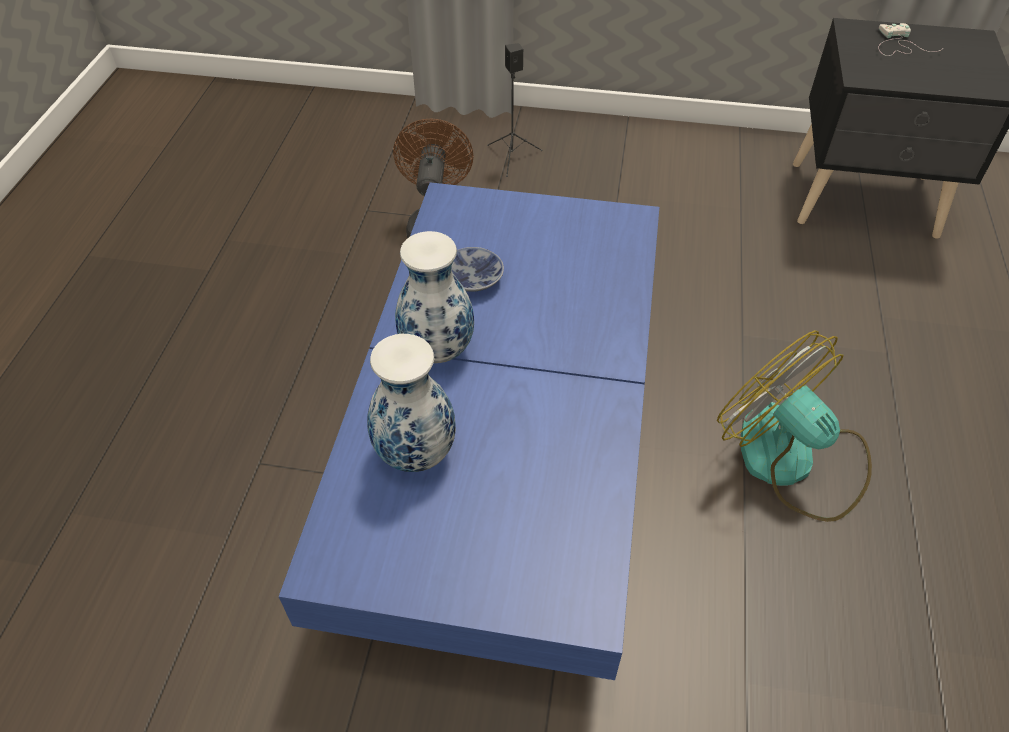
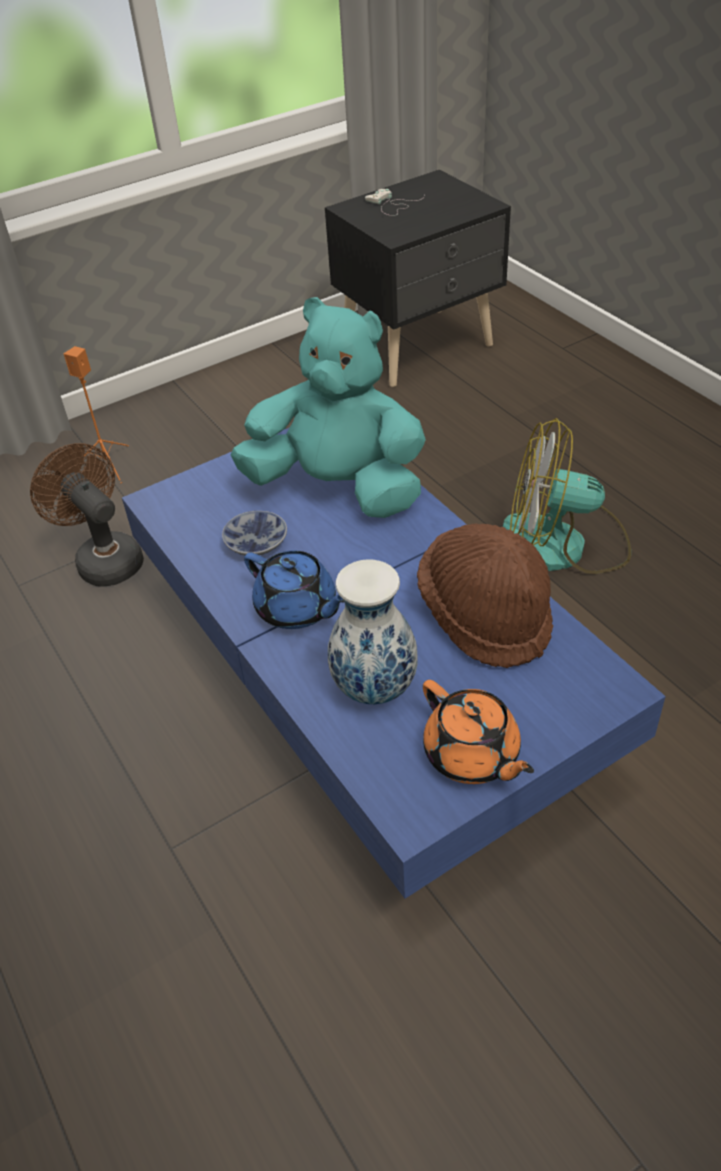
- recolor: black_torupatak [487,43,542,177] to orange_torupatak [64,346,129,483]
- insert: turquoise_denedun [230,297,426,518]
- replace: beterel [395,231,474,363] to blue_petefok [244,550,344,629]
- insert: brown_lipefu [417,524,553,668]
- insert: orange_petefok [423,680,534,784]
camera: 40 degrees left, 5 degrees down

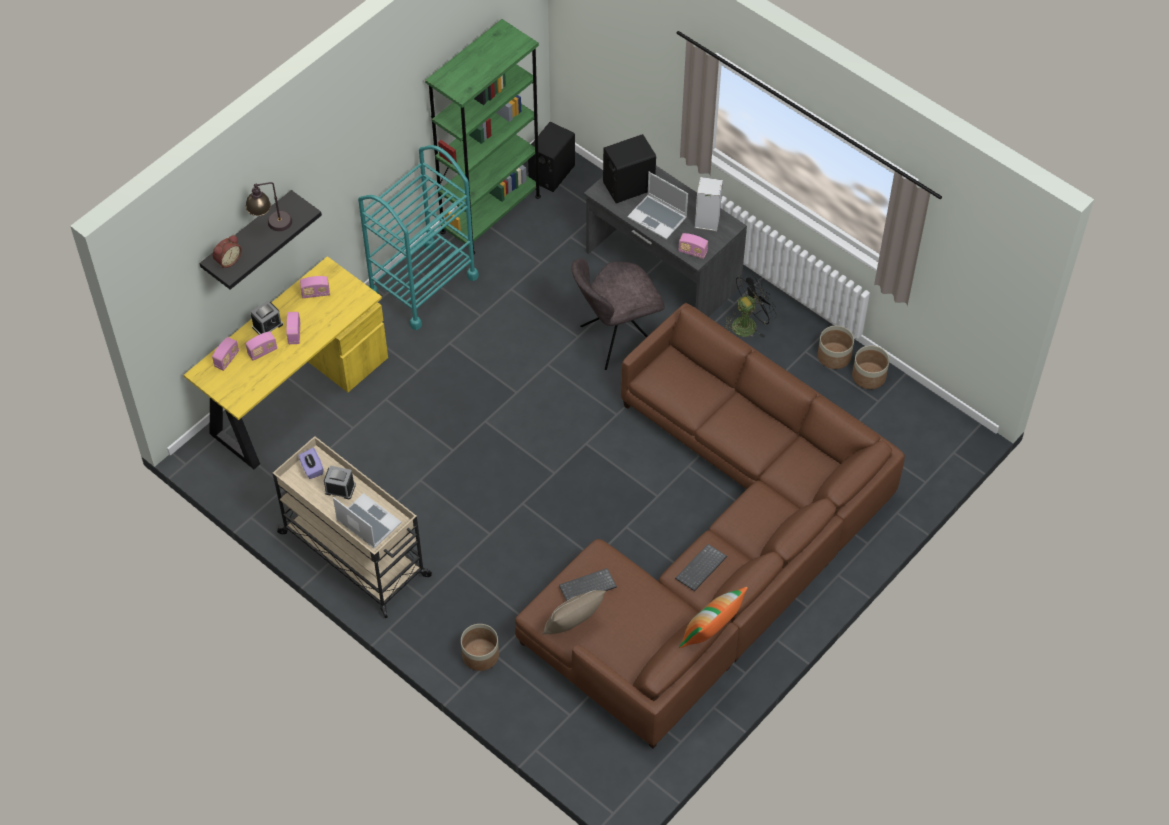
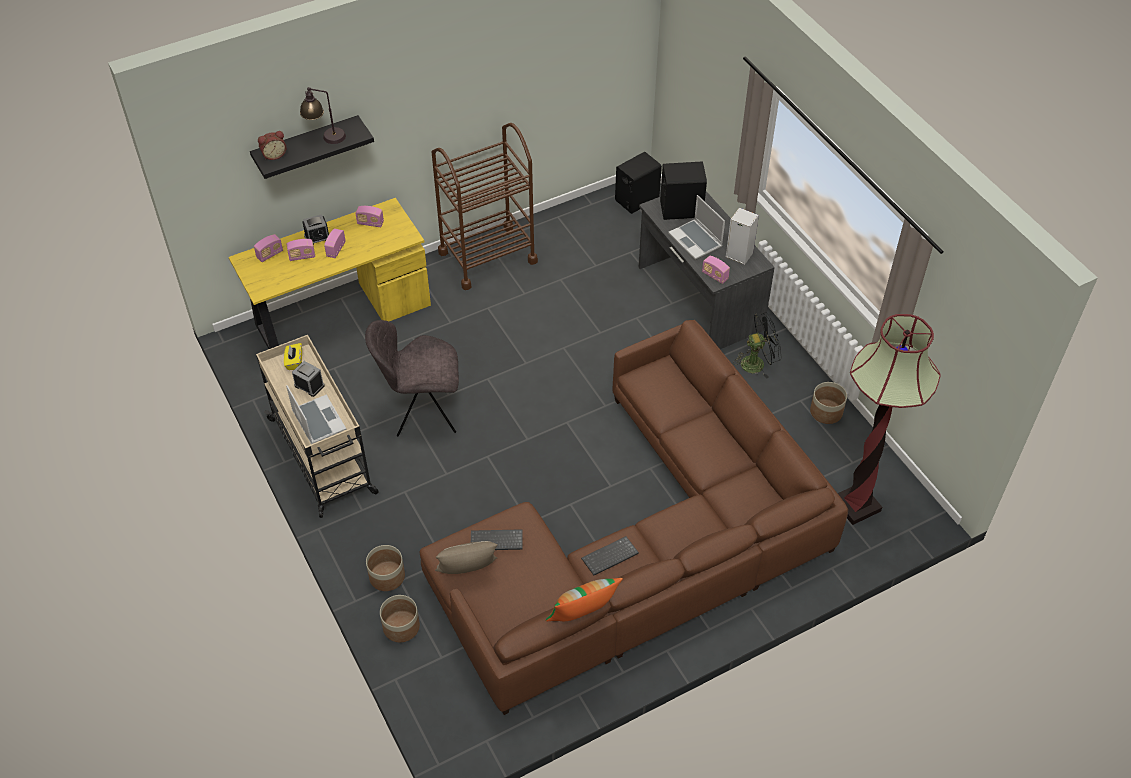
- recolor: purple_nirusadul [298,447,324,479] to yellow_nirusadul [284,343,302,370]
- move: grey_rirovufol [572,259,665,370] to [365,320,459,436]
- move: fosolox [852,345,889,389] to [380,595,420,642]
- recolor: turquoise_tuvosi [358,145,479,330] to brown_tuvosi [432,123,538,290]
- insert: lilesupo [838,314,941,525]
- delete: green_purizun [425,19,541,254]
camera: 20 degrees right, 5 degrees down

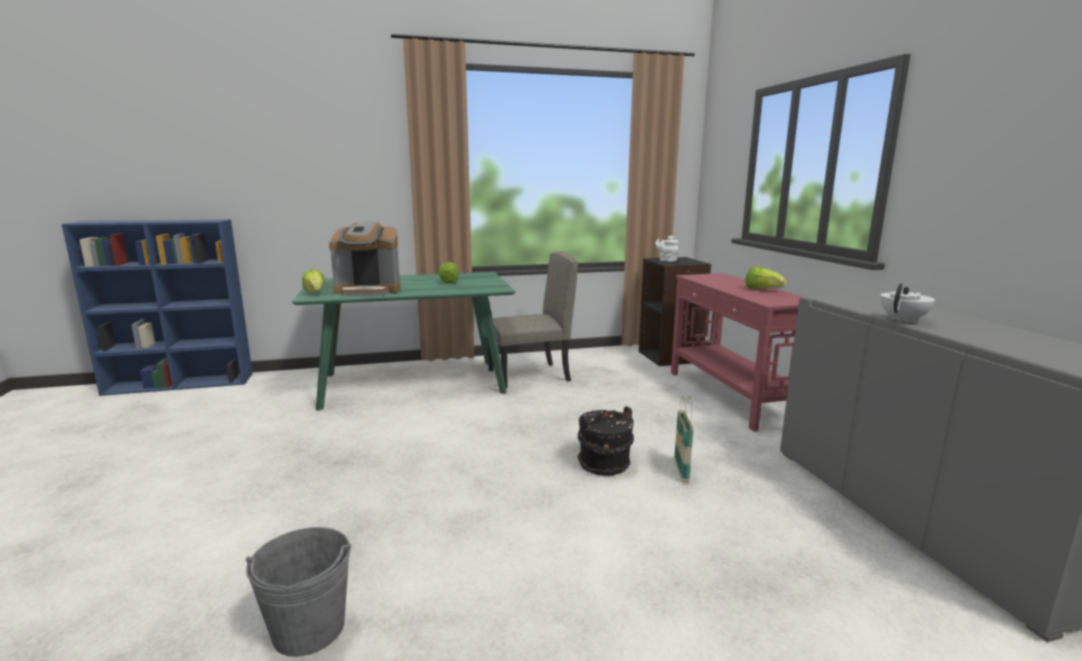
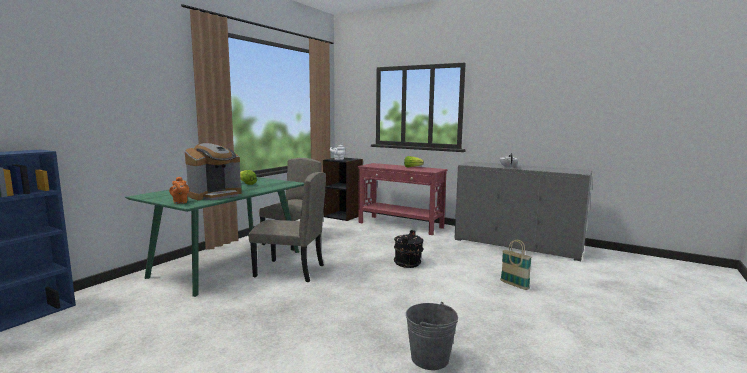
- replace: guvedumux [302,269,325,292] to orange_petefok [169,177,189,204]
- insert: beige_rirovufol [249,172,326,282]
- move: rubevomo [674,396,694,482] to [500,240,532,290]
camera: 45 degrees left, 5 degrees down

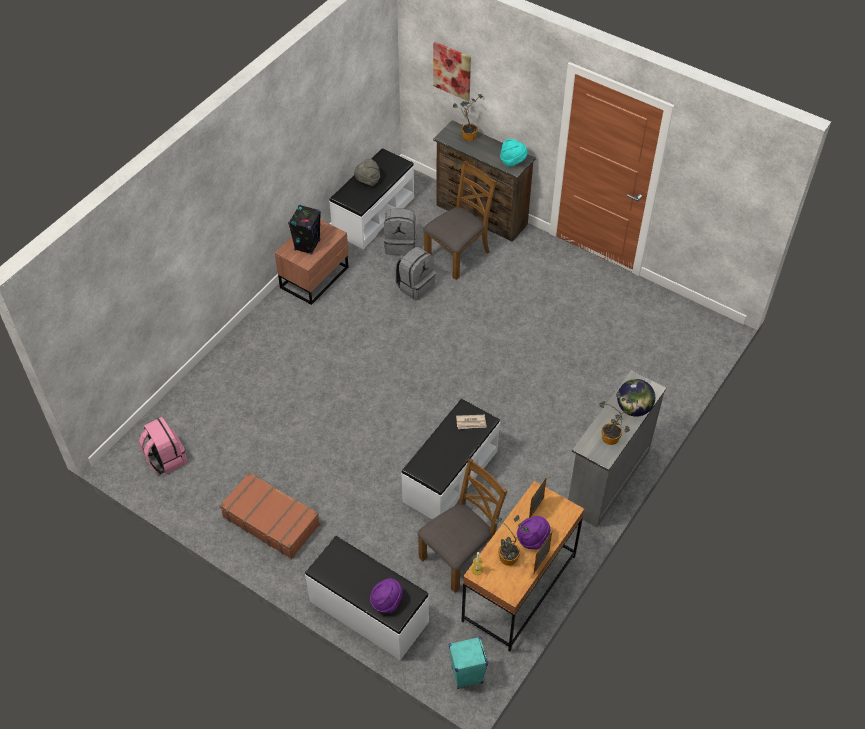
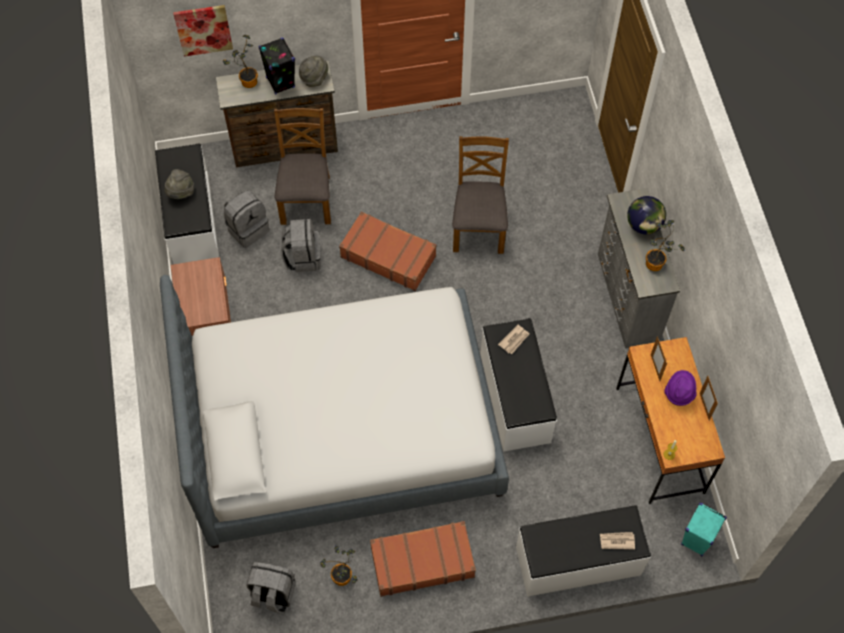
- insert: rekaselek [160,275,509,548]
- recolor: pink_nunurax [139,417,187,474] to grey_nunurax [246,562,296,614]
- move: black_torupatak [288,205,321,255] to [259,38,295,95]
- recolor: turquoise_lipefu [500,139,528,167] to grey_lipefu [299,56,328,87]
- move: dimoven [494,515,530,566] to [320,546,357,586]
- insert: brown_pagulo [339,211,437,291]
- move: brown_rirovufol [417,458,507,593] to [452,136,509,254]
- replace: purple_lipefu [370,578,403,613] to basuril [600,532,635,550]
camera: 45 degrees left, 10 degrees up

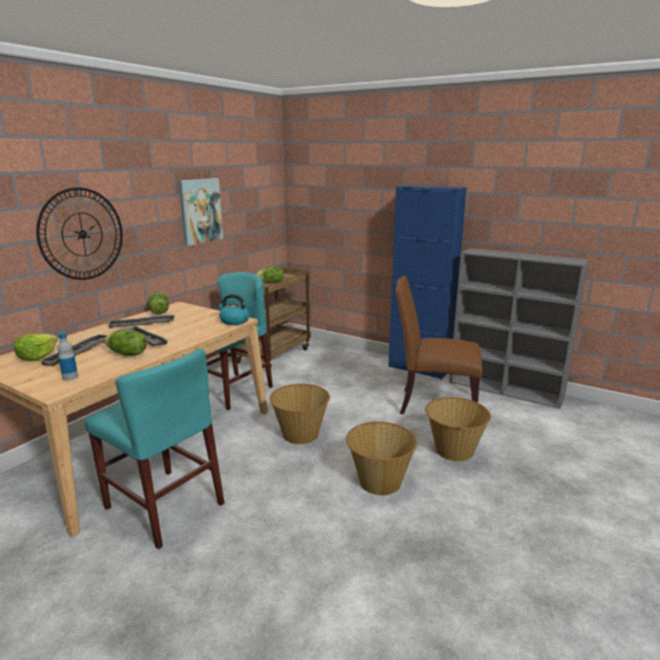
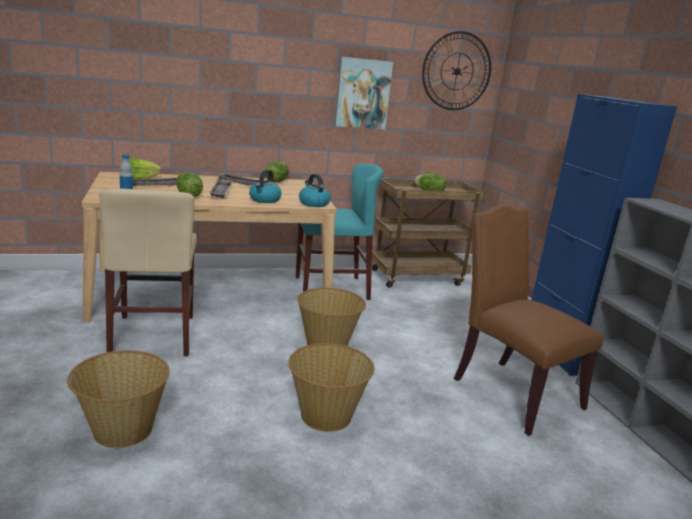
- move: rubevomo [425,397,491,462] to [67,350,170,448]
- recolor: turquoise_rirovufol [85,348,224,549] to beige_rirovufol [99,188,197,356]
- insert: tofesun [249,170,281,203]
- move: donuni [36,187,123,280] to [422,31,491,110]
camera: 40 degrees right, 0 degrees up

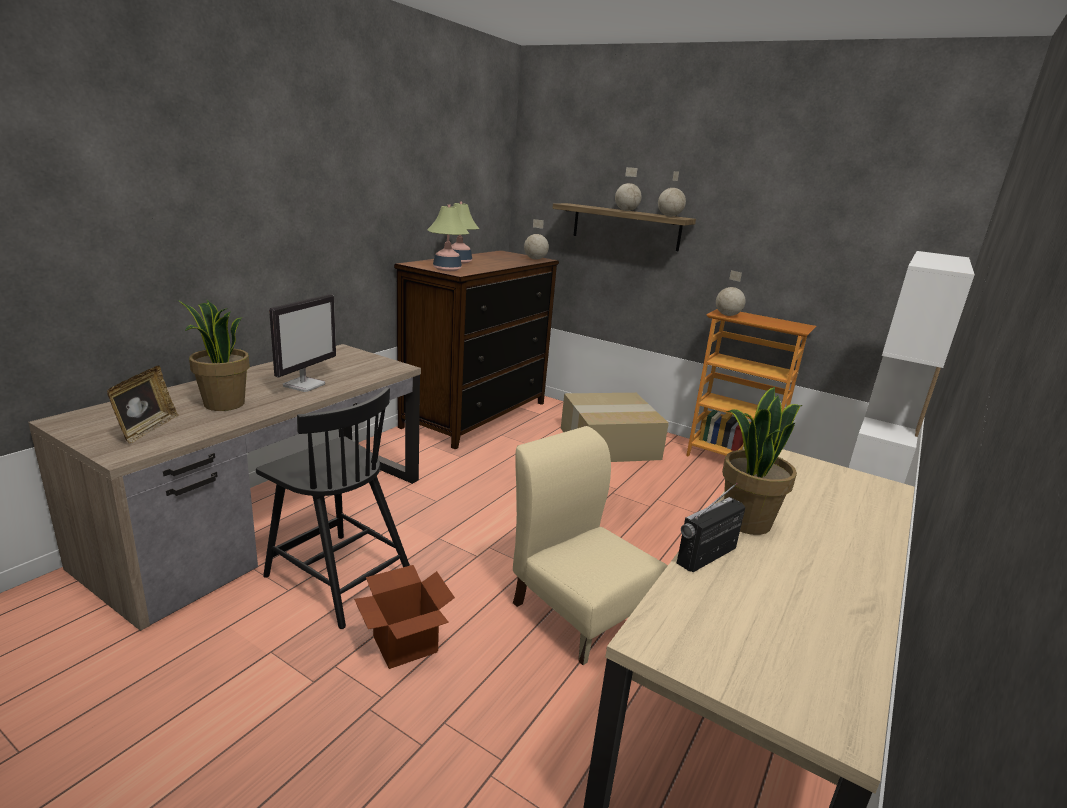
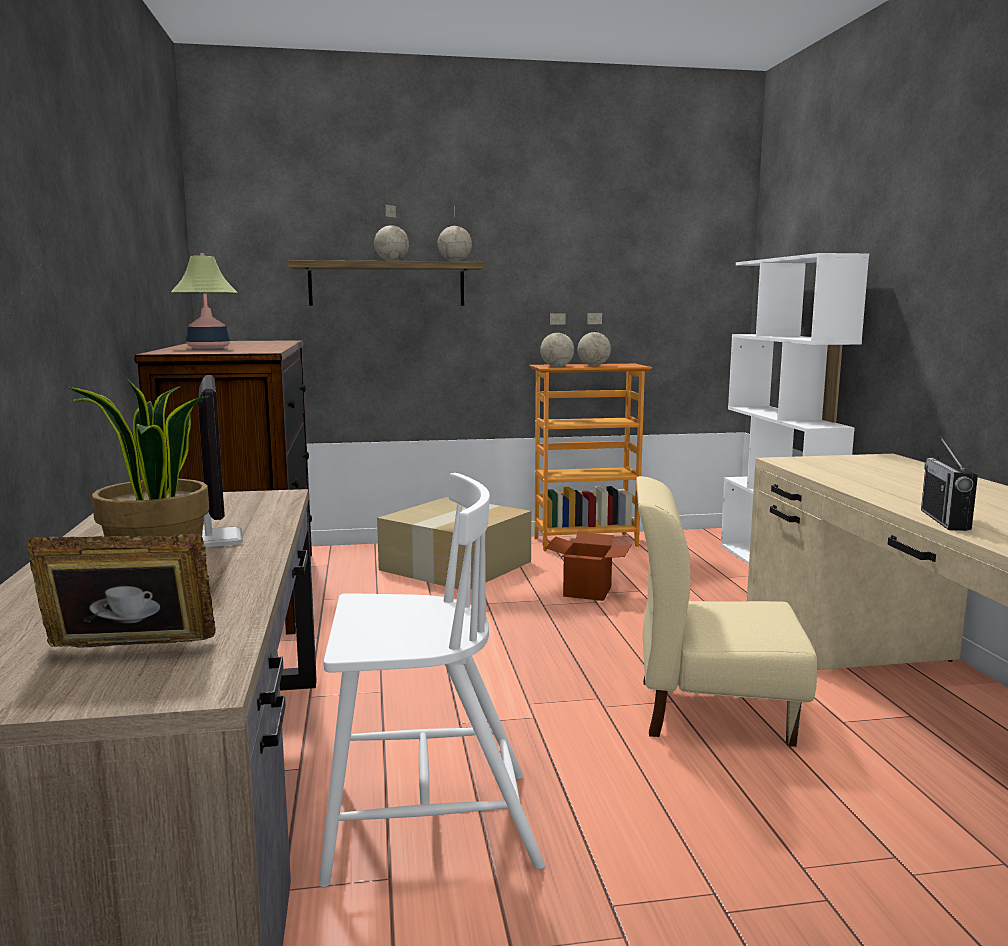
- rotate: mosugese [107,365,178,443] = [27,534,216,648] 60 degrees counterclockwise
- recolor: black_rirovufol [256,387,410,629] to white_rirovufol [319,473,545,887]
- move: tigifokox [354,565,455,669] to [545,532,631,601]
- move: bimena [524,219,549,260] to [577,313,611,366]
- delete: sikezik [427,204,470,271]
- delete: dimoven [722,387,802,535]
camera: 40 degrees left, 10 degrees down

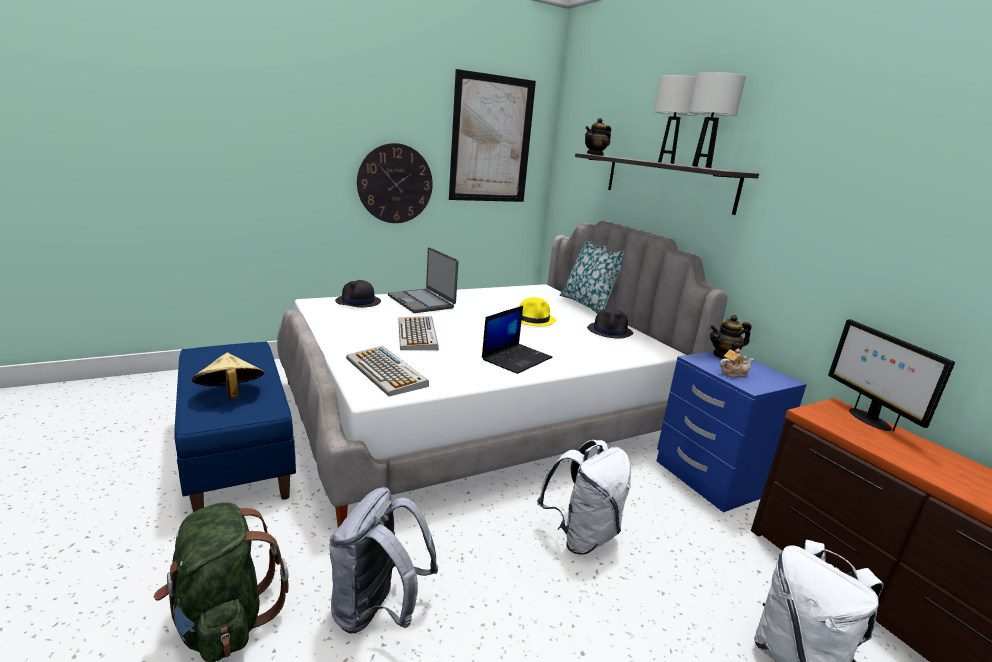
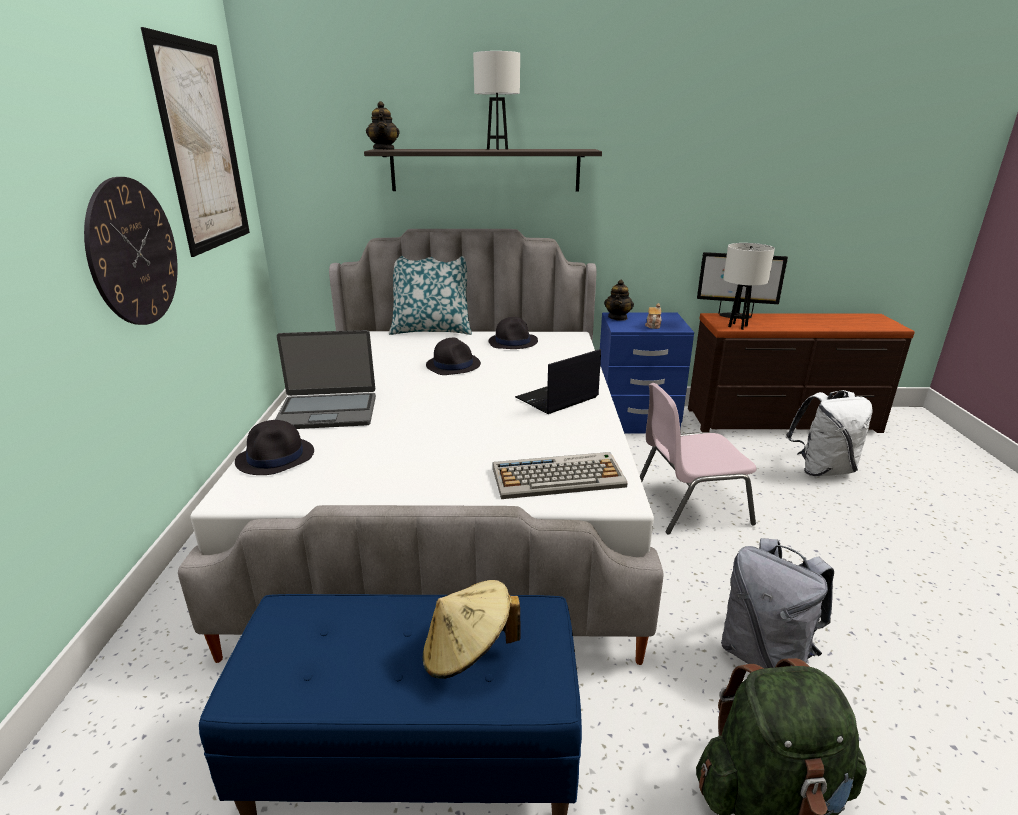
- recolor: yellow_lipefu [519,297,556,326] to black_lipefu [426,338,481,375]
- rotate: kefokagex [482,306,552,374] = [515,349,601,414] 105 degrees counterclockwise
- replace: white_nunurax [537,440,631,555] to pink_rirovufol [640,383,756,535]
- move: white_sikezik [689,72,746,168] to [723,243,775,330]
- delete: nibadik [398,316,439,350]
camera: 60 degrees left, 5 degrees up

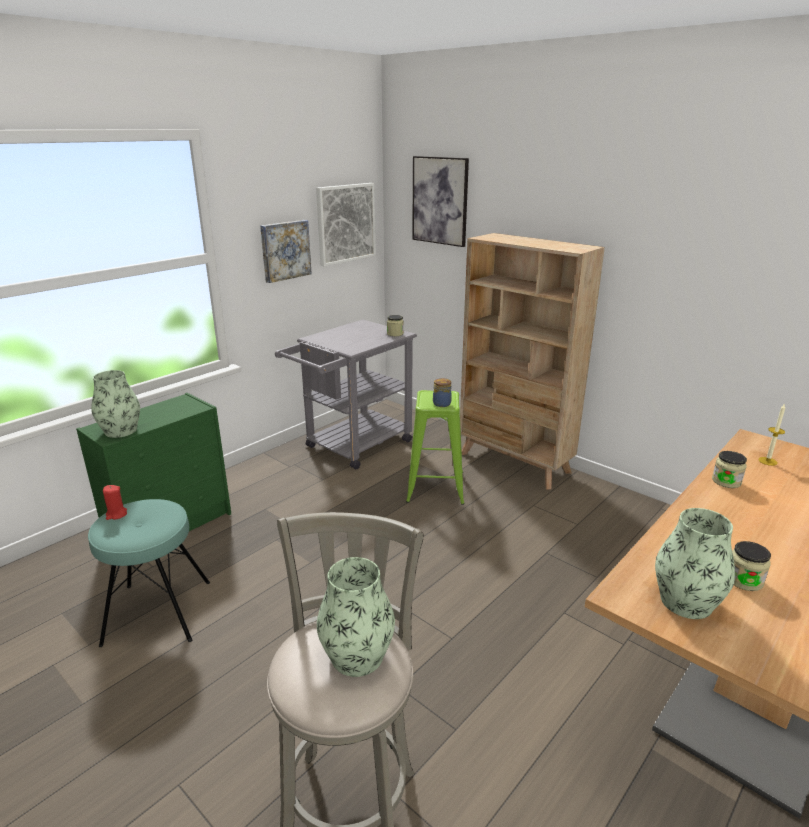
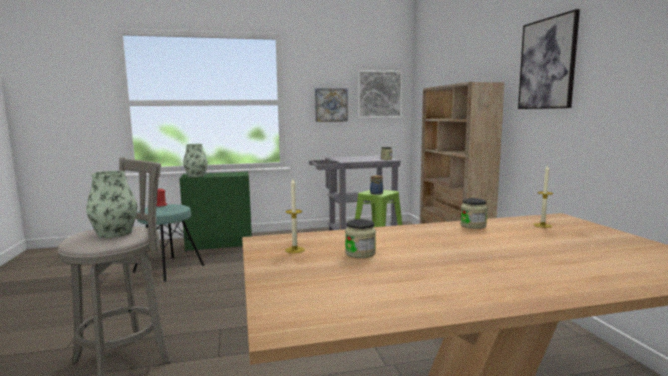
- replace: beterel [655,508,735,619] to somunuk [285,179,305,253]
- move: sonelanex [412,156,469,247] to [518,9,580,109]
camera: 35 degrees right, 15 degrees down

